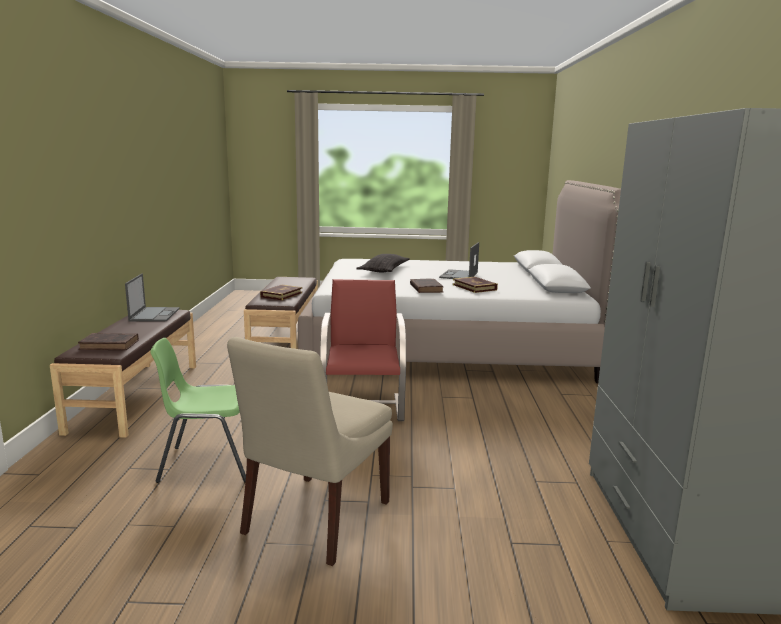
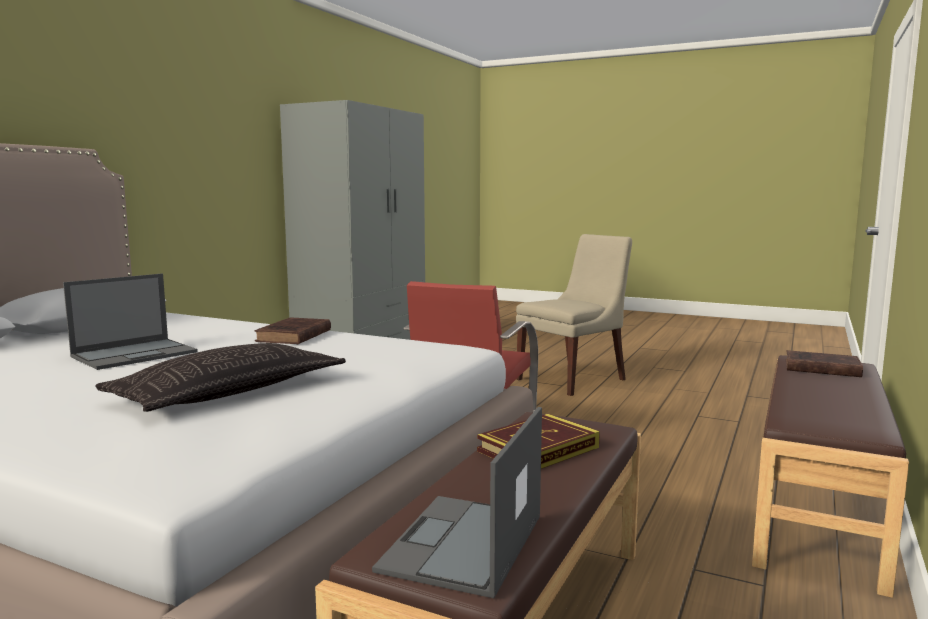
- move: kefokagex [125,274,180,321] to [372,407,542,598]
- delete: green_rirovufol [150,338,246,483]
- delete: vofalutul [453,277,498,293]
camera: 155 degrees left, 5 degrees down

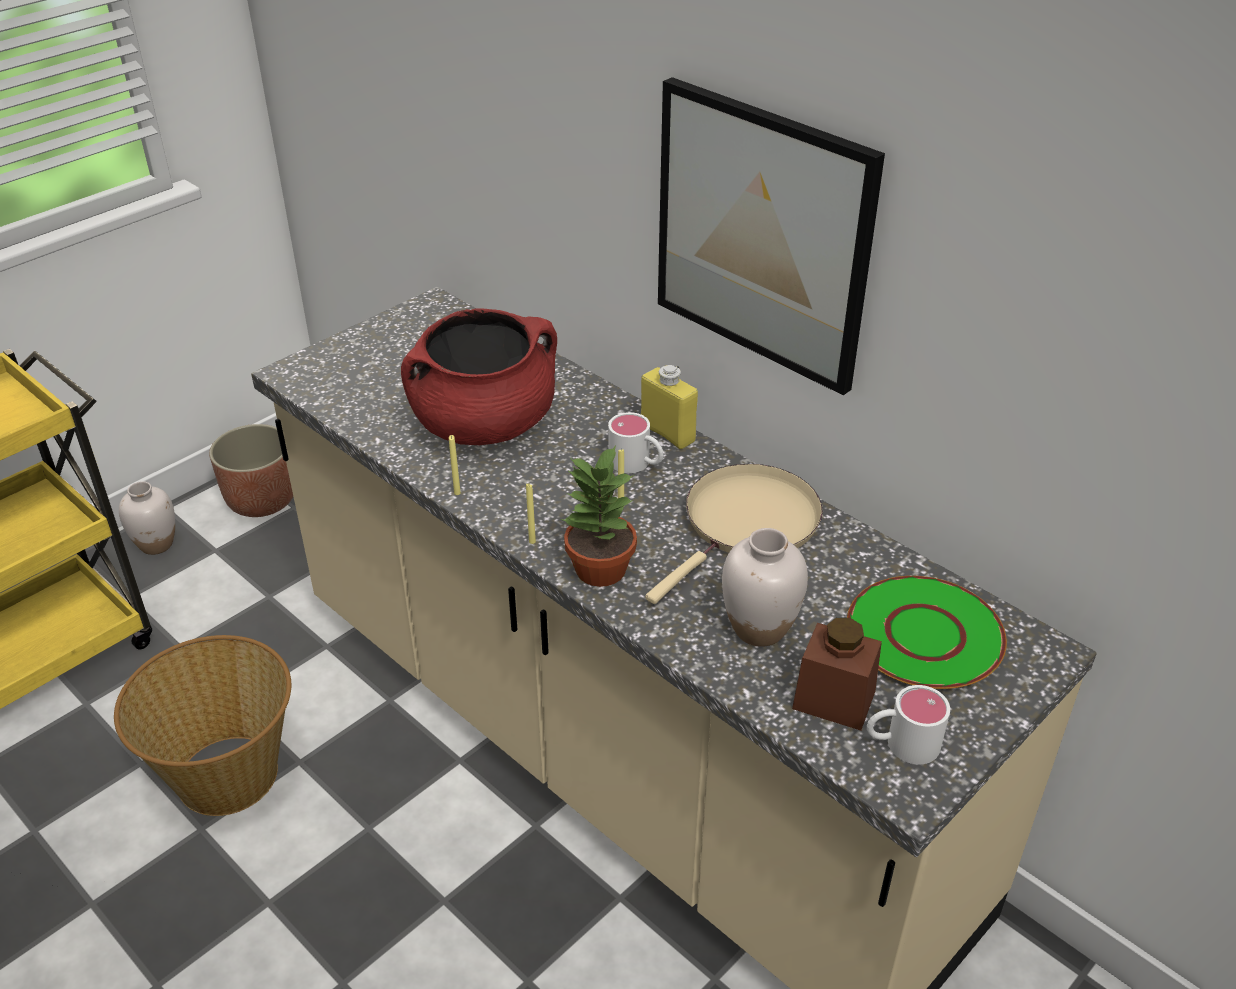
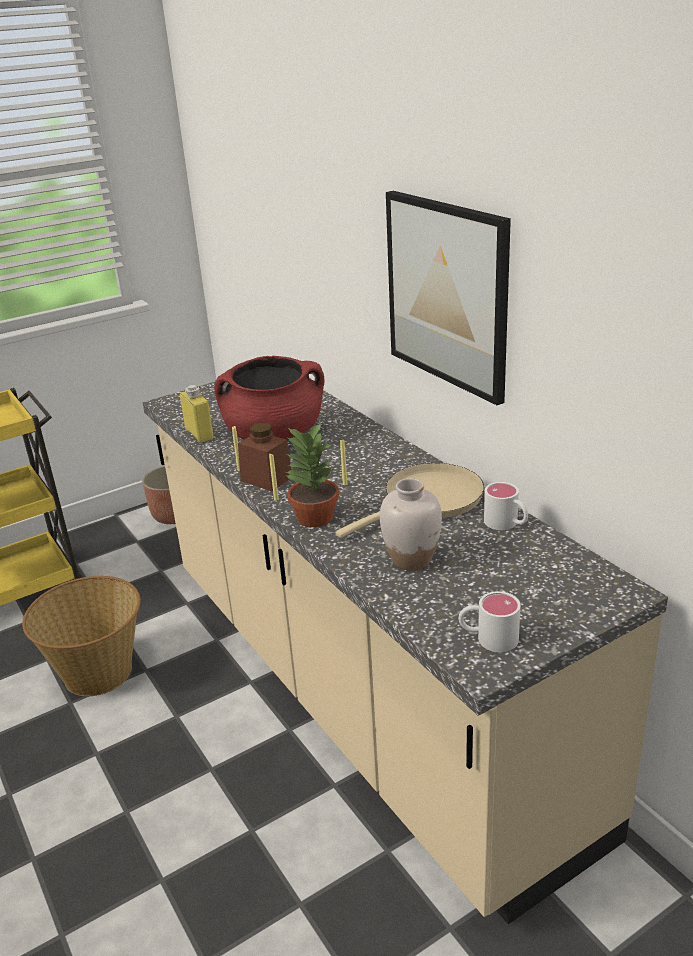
- move: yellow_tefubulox [641,365,698,449] to [180,385,214,443]
- move: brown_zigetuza [792,618,882,731] to [238,423,292,492]
- move: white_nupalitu [608,412,664,473] to [484,482,528,530]
- delete: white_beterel [119,481,175,555]
- delete: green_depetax [847,576,1007,689]
camera: 15 degrees right, 10 degrees down

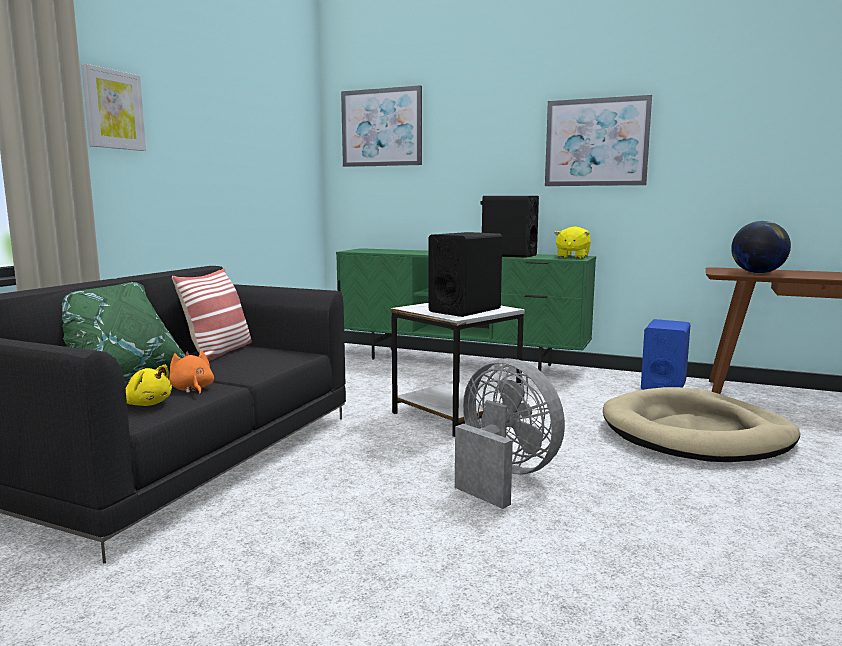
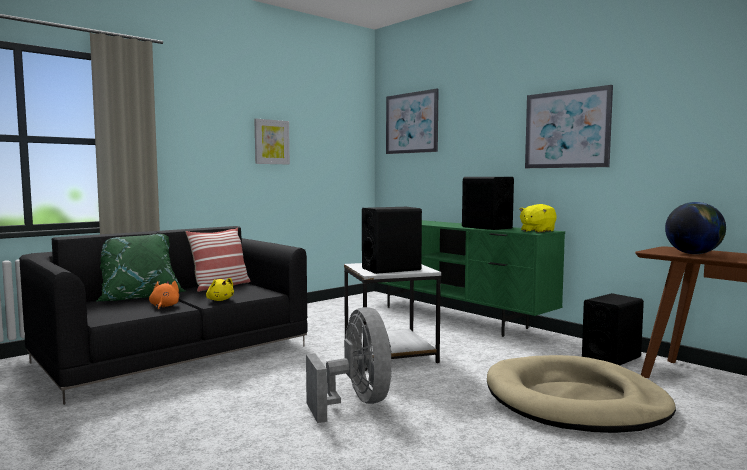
- move: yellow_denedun [126,365,172,406] to [206,278,234,301]
- move: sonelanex [82,64,146,151] to [254,119,290,164]
- recolor: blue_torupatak [641,319,691,390] to black_torupatak [582,293,644,366]
camera: 25 degrees right, 5 degrees down

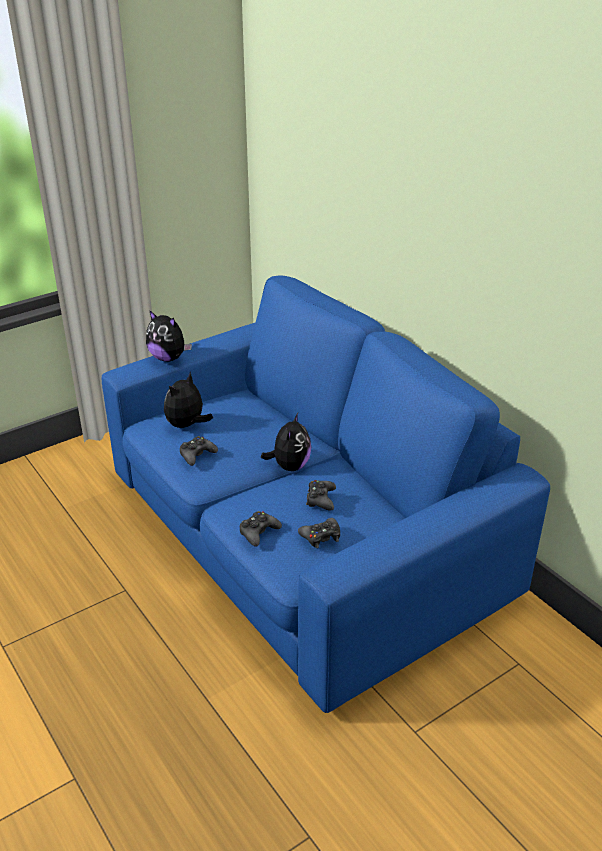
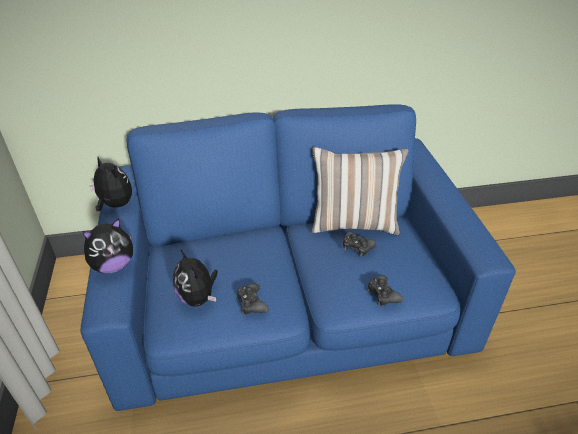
- move: denedun [261,413,311,471] to [90,157,132,211]
- insert: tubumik [312,147,409,235]
- delete: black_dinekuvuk [298,518,340,548]
camera: 65 degrees left, 5 degrees up

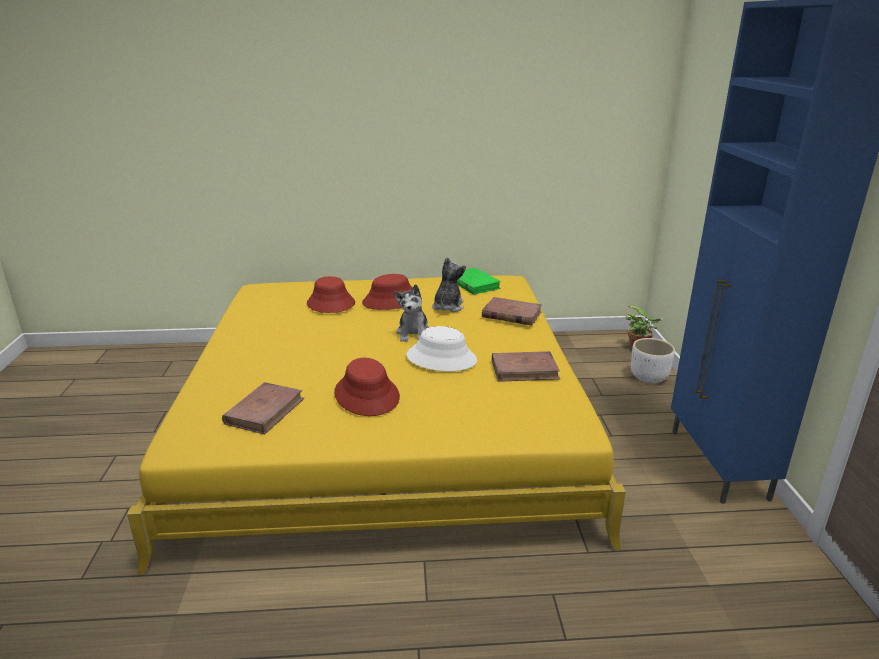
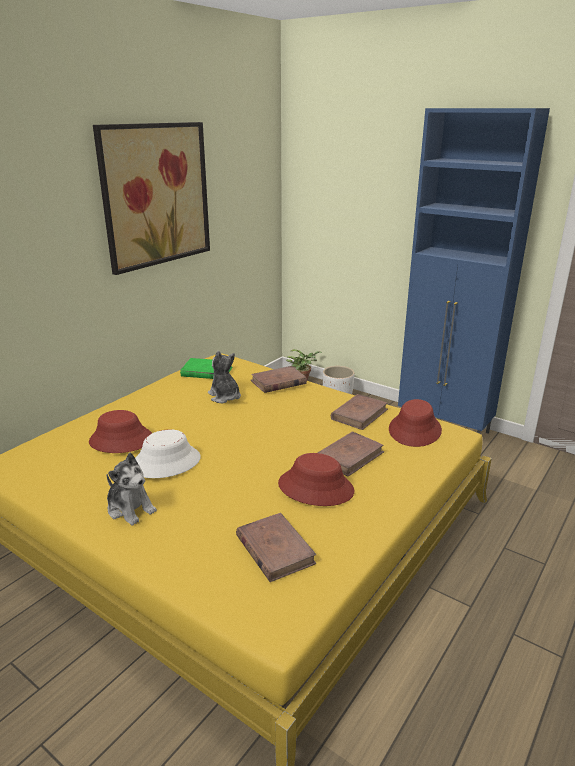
- insert: sonelanex [93,122,210,275]
- move: denedun [394,284,429,342] to [107,453,157,525]
- move: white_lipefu [406,326,477,371] to [135,429,201,478]
- insert: brown_vofalutul [317,431,384,477]
- move: red_lipefu [362,274,412,310] to [389,399,442,447]
camera: 50 degrees left, 0 degrees up

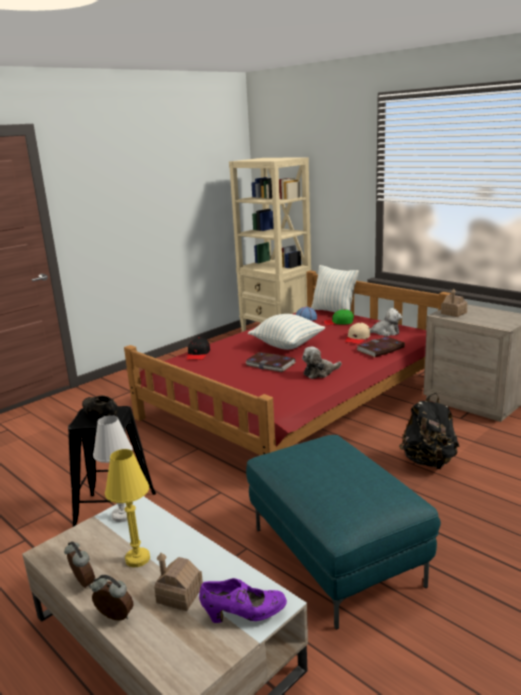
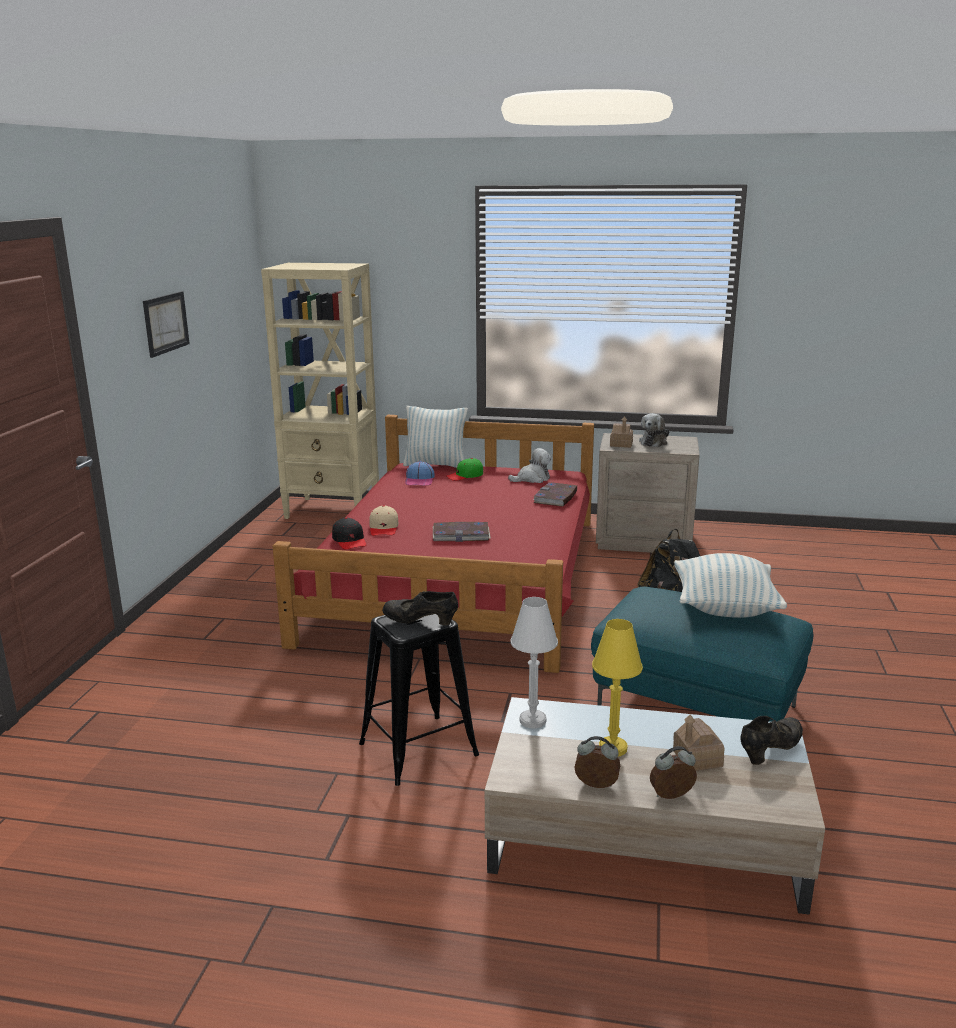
- insert: sonelanex [143,291,190,358]
- move: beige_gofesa [345,322,370,344] to [369,505,399,536]
- move: denedun [302,346,342,379] to [639,413,670,447]
- move: tubumik [248,314,325,350] to [674,553,787,618]
- recolor: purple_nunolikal [199,578,287,623] to black_nunolikal [741,716,803,765]
camera: 35 degrees left, 0 degrees up

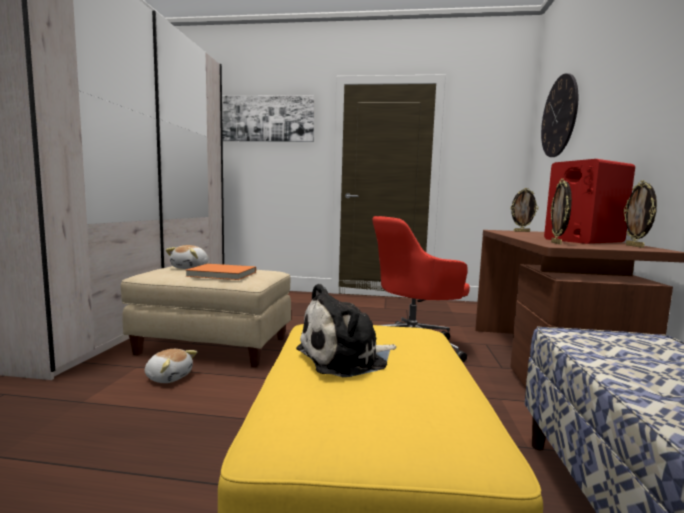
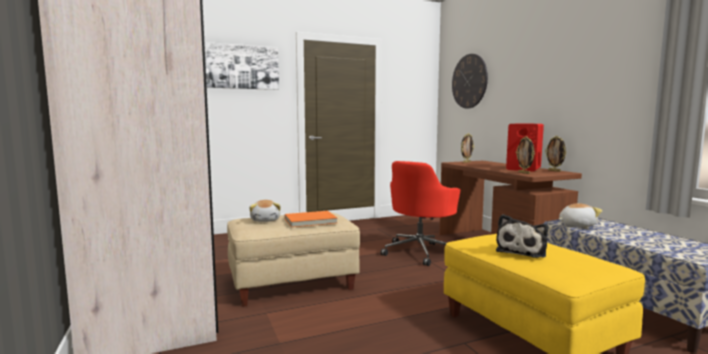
- move: denedun [145,349,197,383] to [559,203,603,227]
camera: 30 degrees left, 0 degrees up

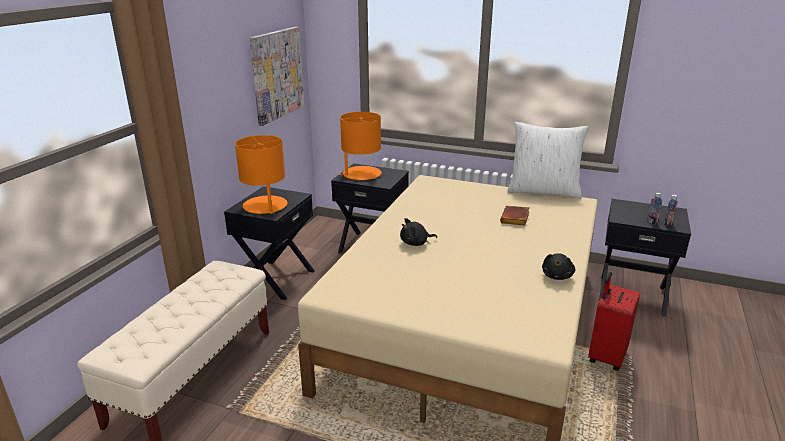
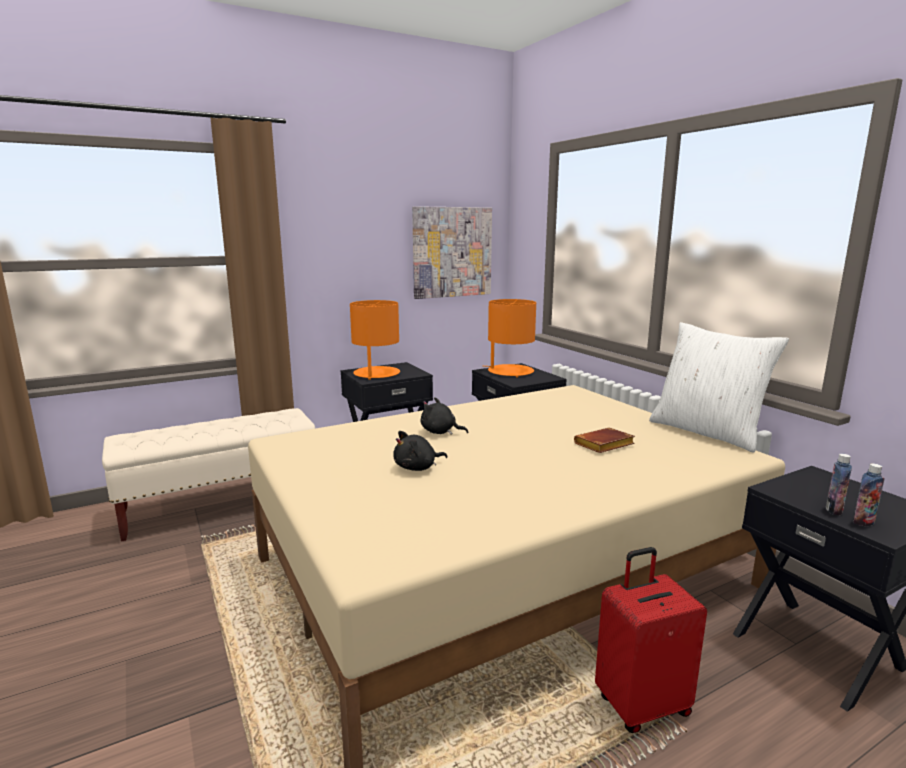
- move: black_denedun [542,253,575,280] to [393,431,447,471]
camera: 40 degrees right, 10 degrees down

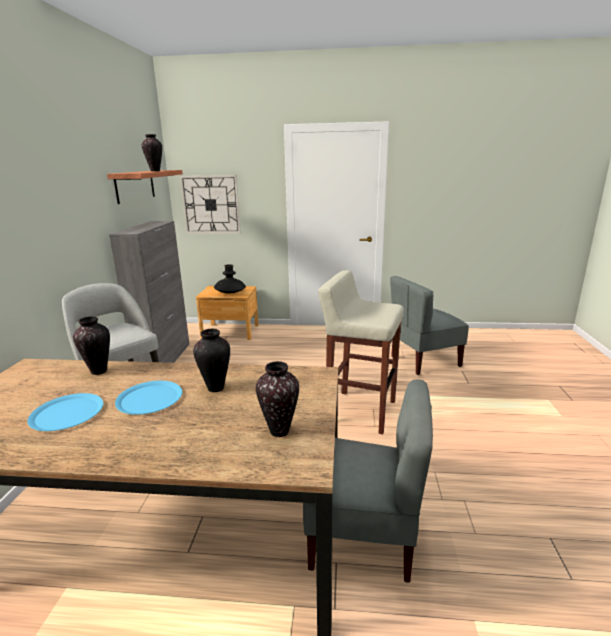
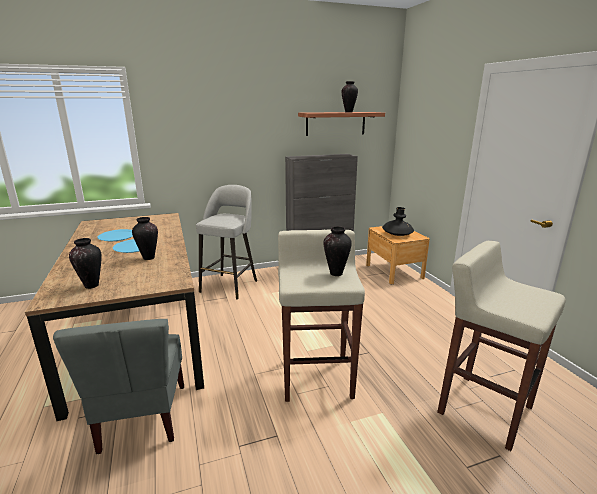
- move: beterel [73,316,110,375] to [324,226,352,276]
- replace: grey_rirovufol [390,276,469,375] to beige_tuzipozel [437,241,566,451]
- delete: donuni [180,175,241,234]
camera: 65 degrees right, 0 degrees up

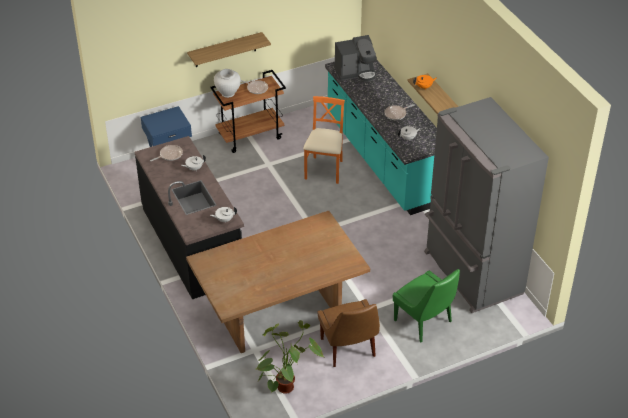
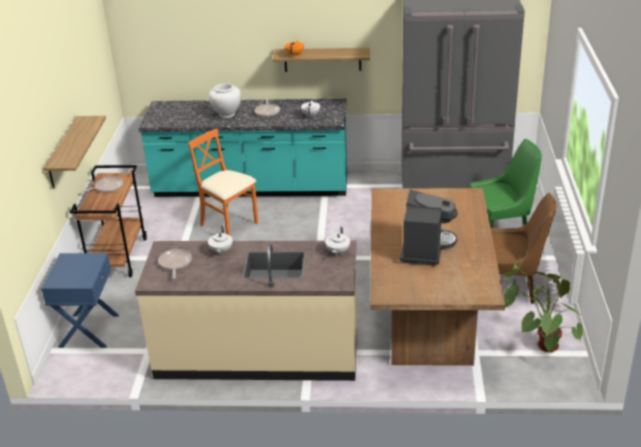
- recolor: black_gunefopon [134,136,244,299] to beige_gunefopon [135,241,357,381]
- move: white_beterel [214,69,241,98] to [209,83,241,118]
- move: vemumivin [333,35,377,82] to [400,189,458,266]
camera: 60 degrees left, 10 degrees down

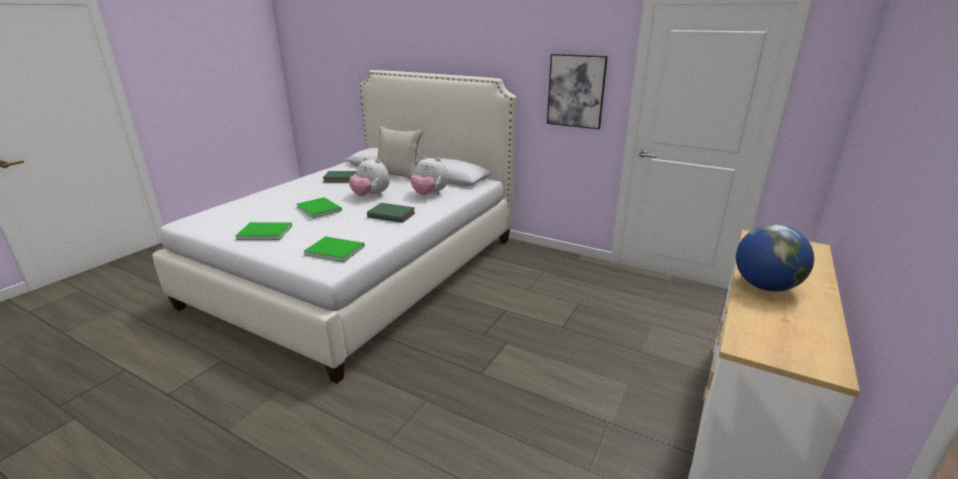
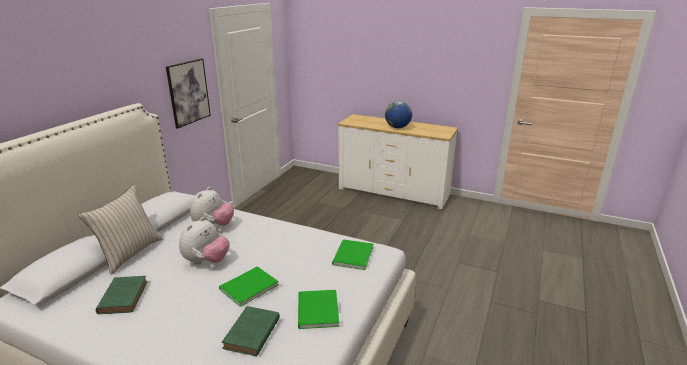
- move: green_vofalutul [367,203,415,223] to [222,306,280,356]
camera: 95 degrees left, 0 degrees up

